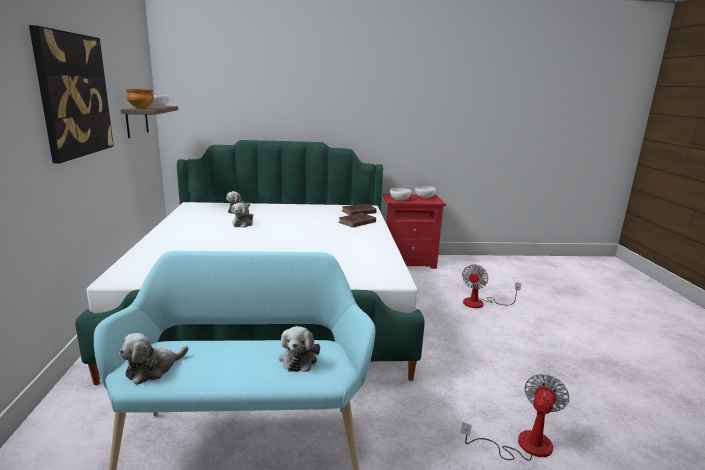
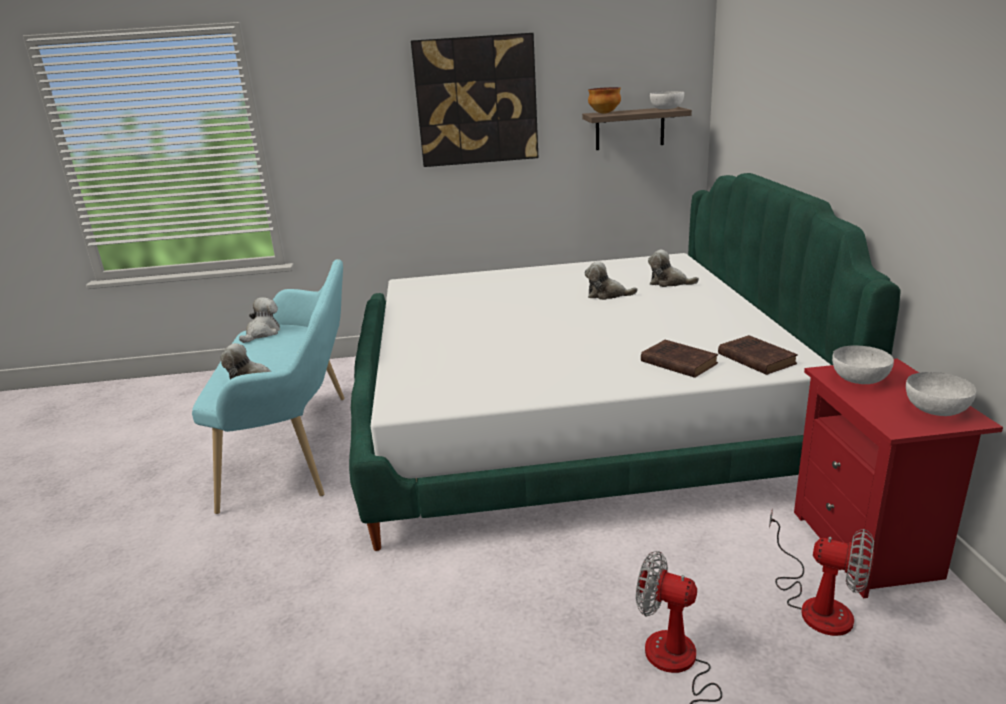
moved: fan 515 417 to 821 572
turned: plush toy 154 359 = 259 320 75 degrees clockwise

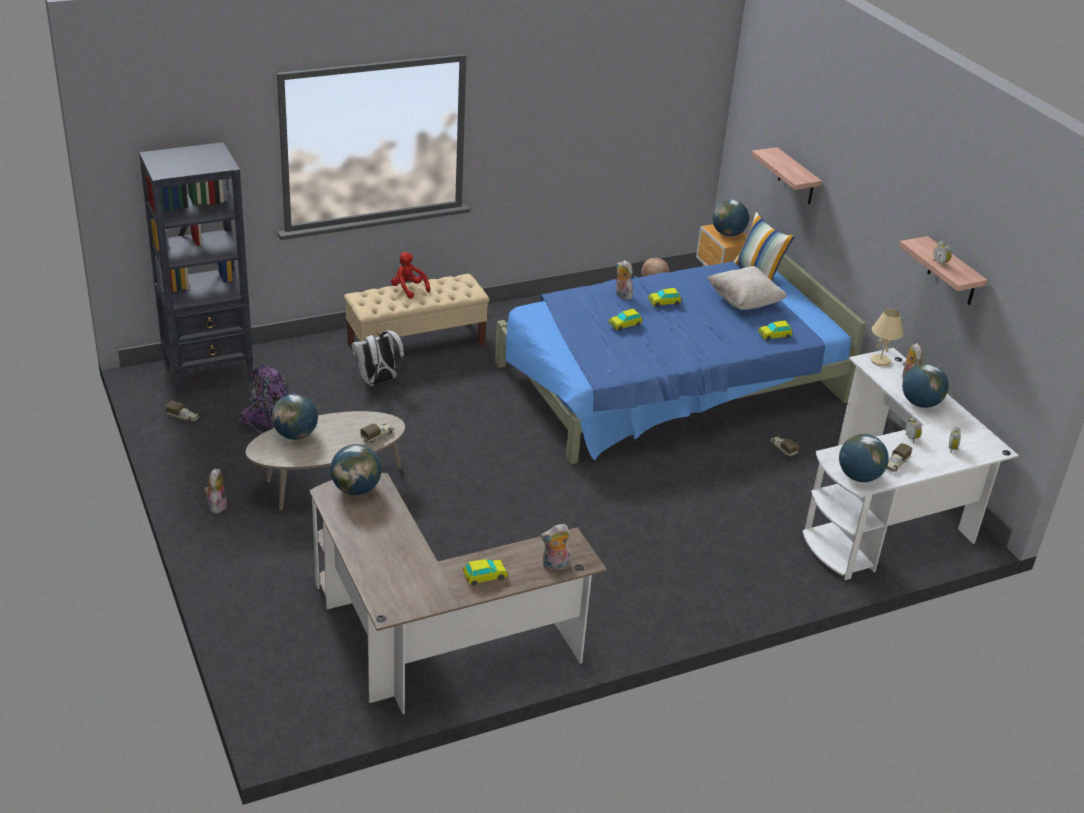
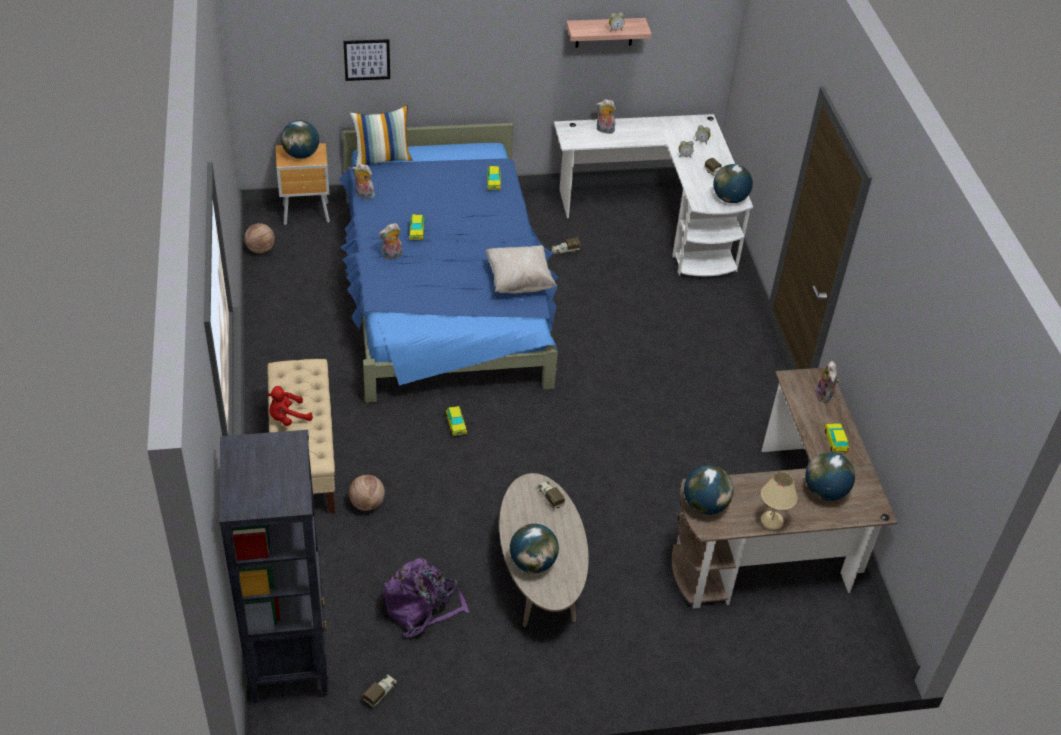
moved: plush toy 216 491 to 363 181; toy car 625 320 to 456 421; beige pillow 747 288 to 521 269; beige table lamp 887 337 to 779 501; globe 925 385 to 830 476
replaced: white backpack 378 358 to basketball 367 493; shelf 786 176 to picture 366 60

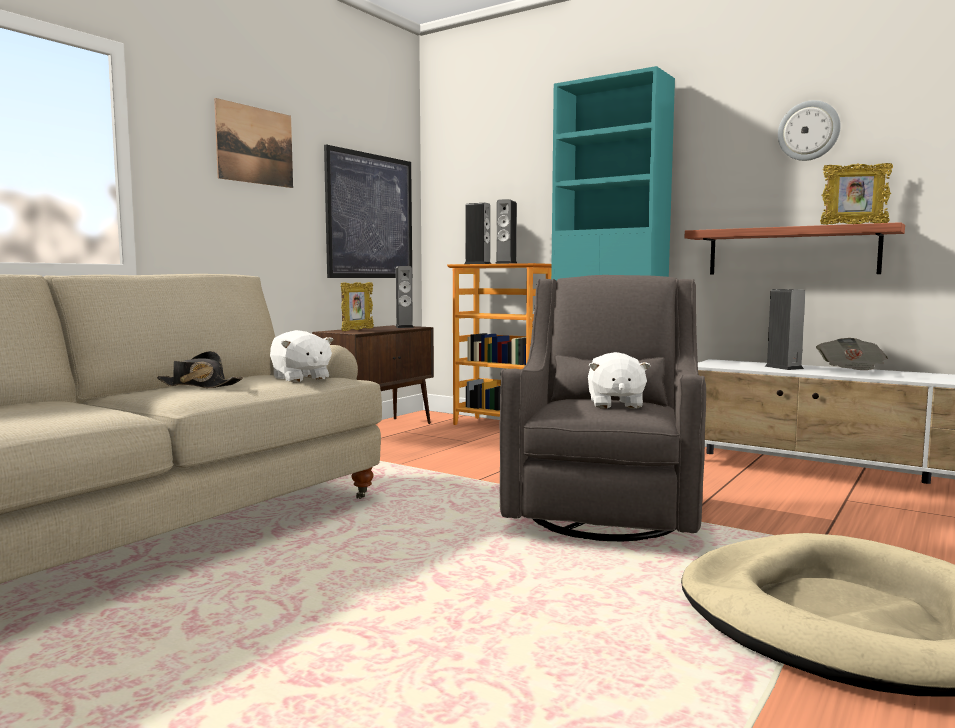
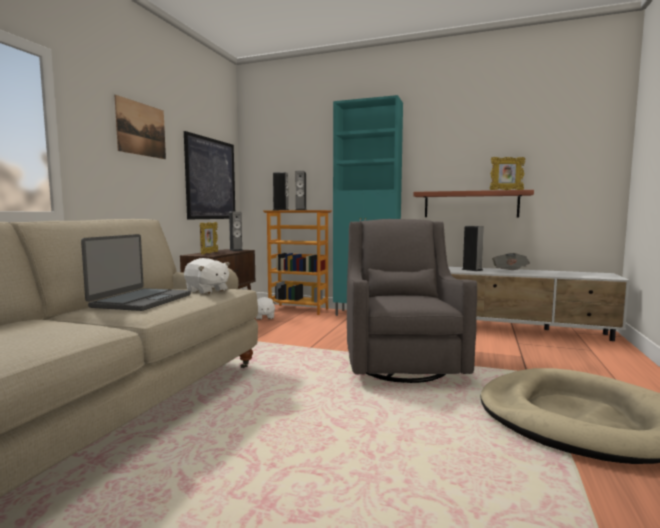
removed: wall clock 809 130
moved: white plush toy 619 380 to 266 308
replaced: black hat 200 369 to laptop 136 272

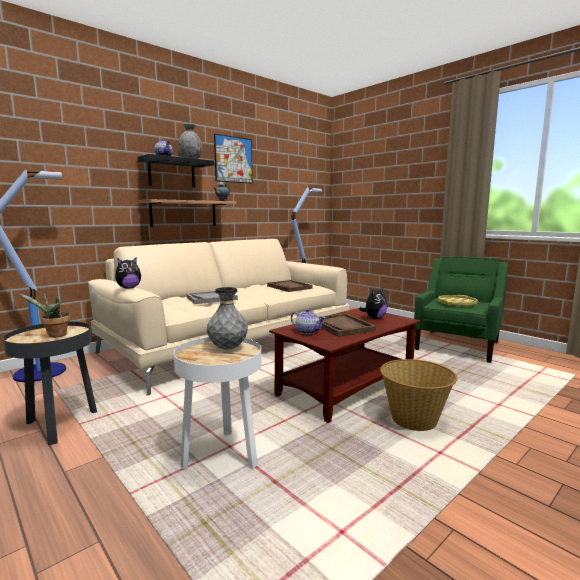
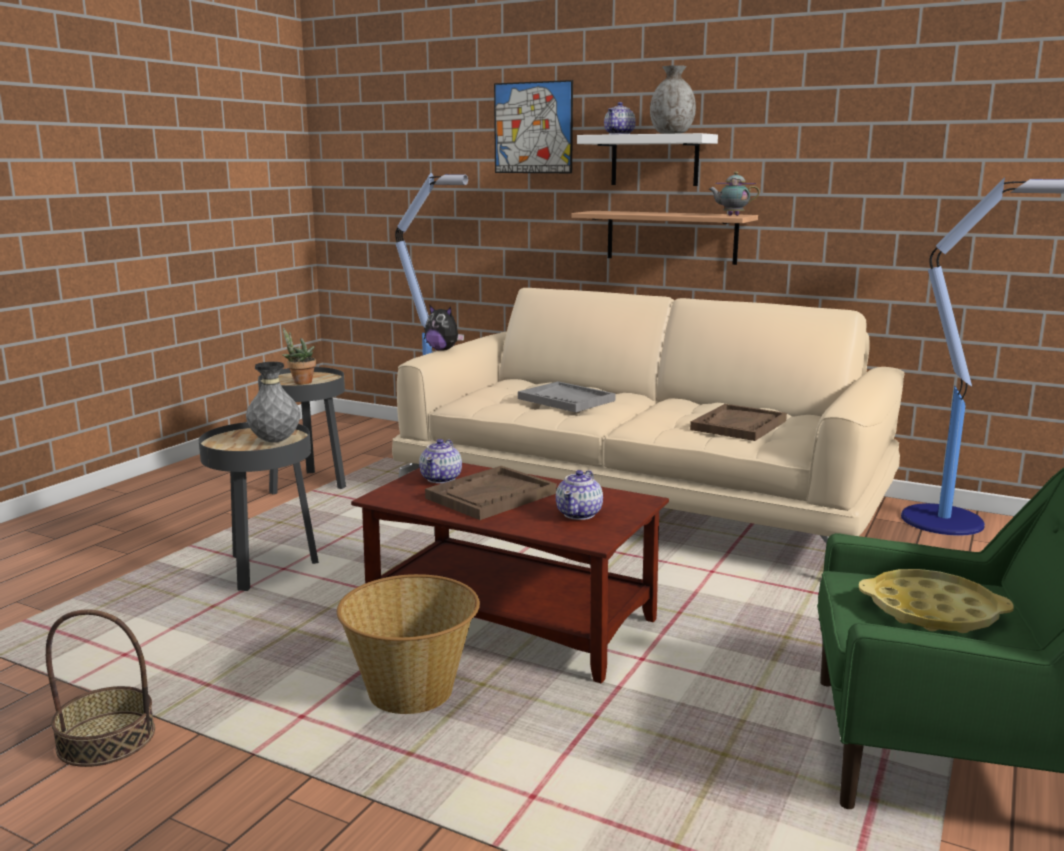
added: basket 100 688
moved: picture 233 159 to 533 126
replaced: plush toy 373 303 to teapot 579 495
recoloured: black shelf 175 171 to white shelf 647 159; white side table 217 403 to black side table 258 506

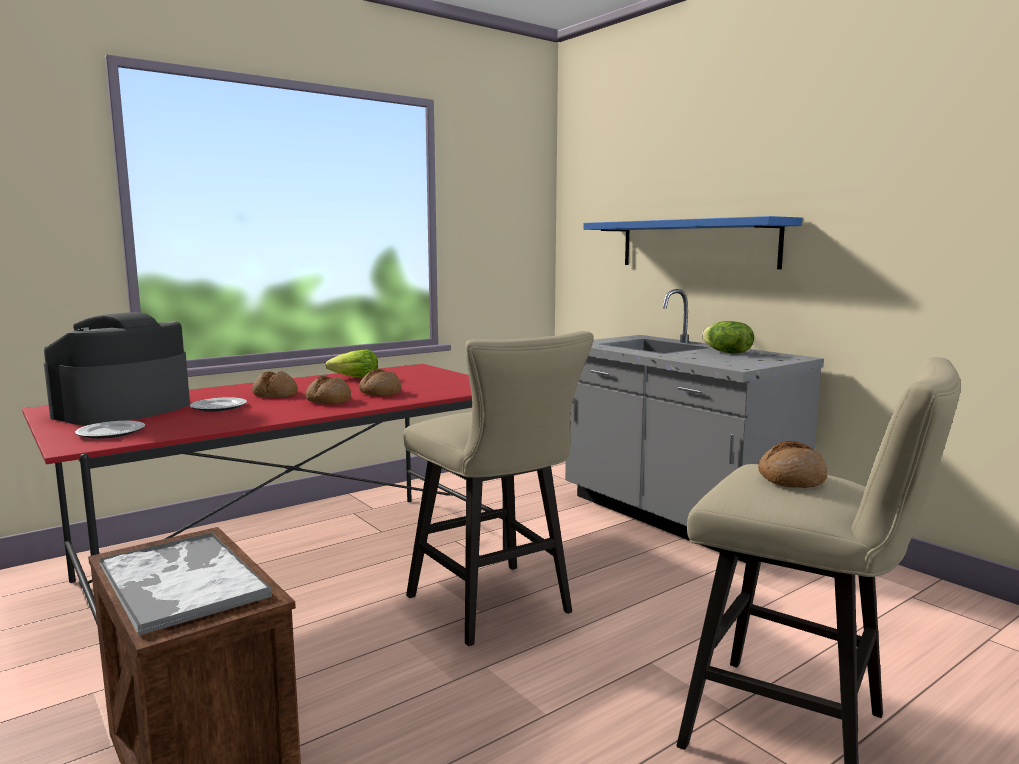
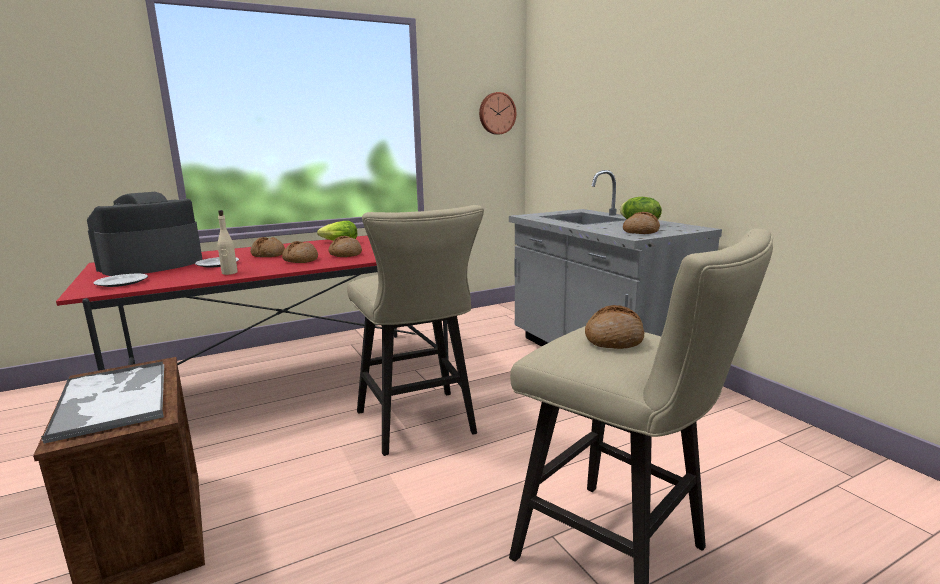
removed: blue shelf 692 242
added: beige bottle 228 242; wall clock 497 113; bread 641 223

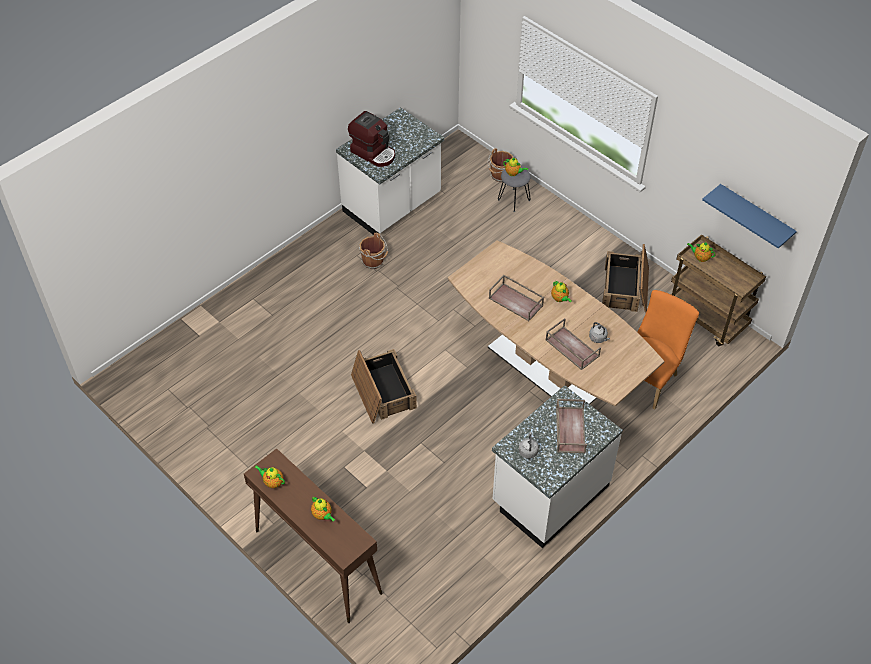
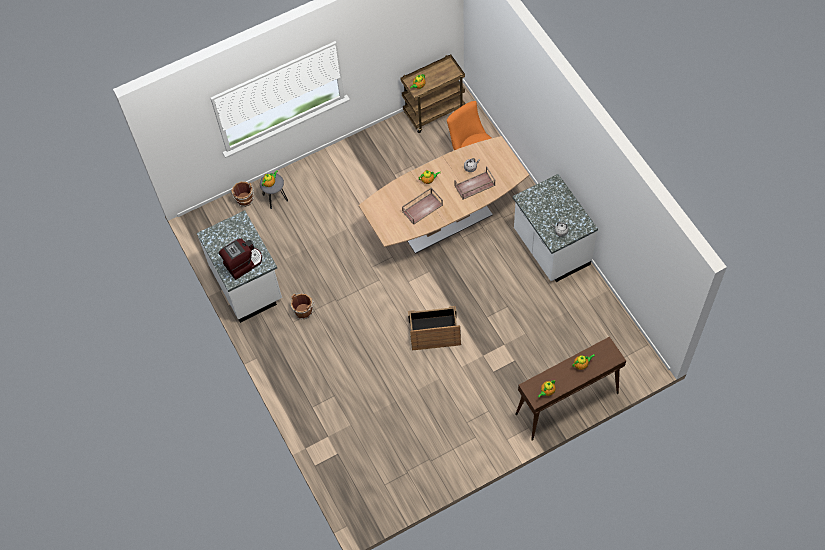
removed: brown tray 571 426; crate 625 278; blue shelf 749 216

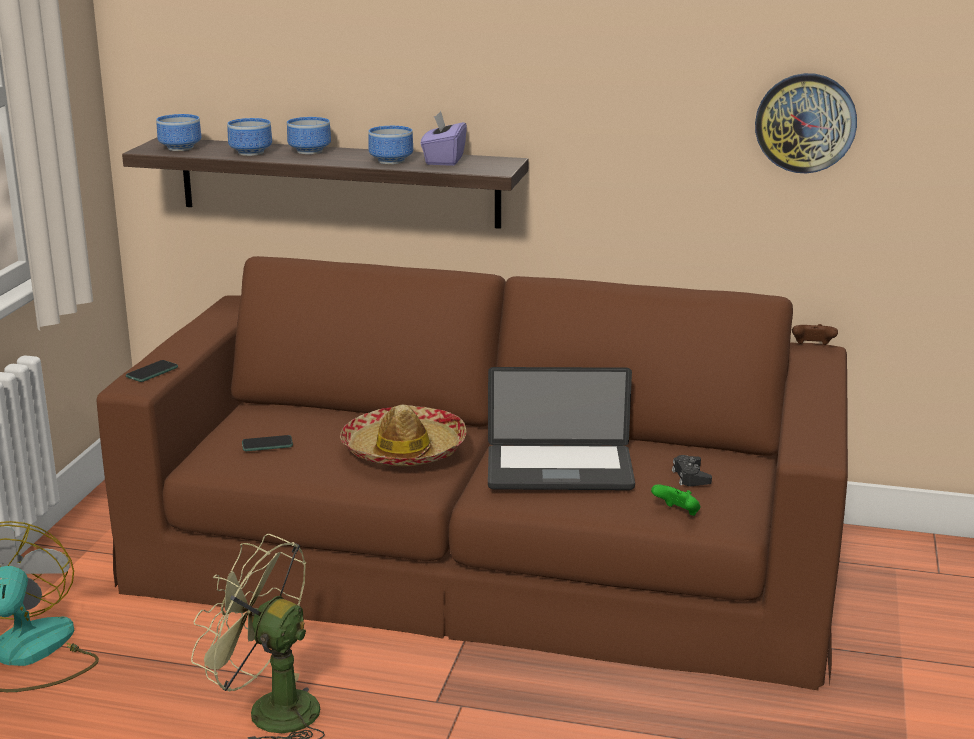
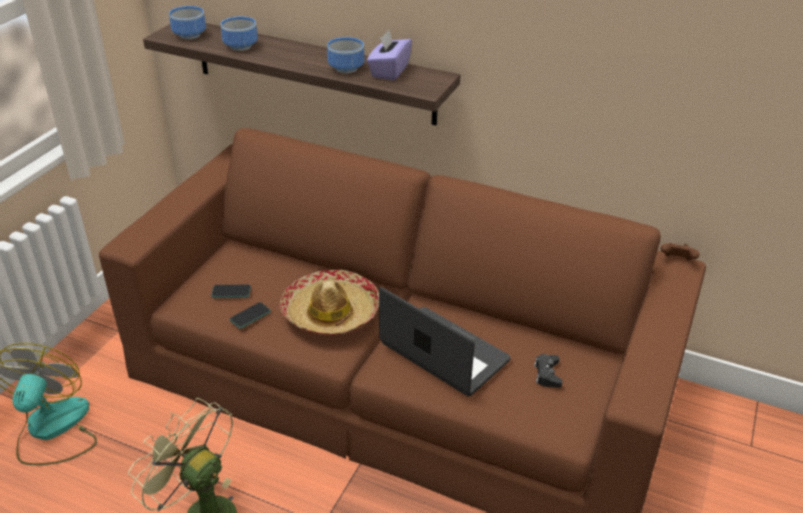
removed: bowl 309 135; green game controller 675 500; wall clock 806 123
moved: phone 152 371 to 250 315
turned: laptop 561 428 = 445 341 150 degrees counterclockwise

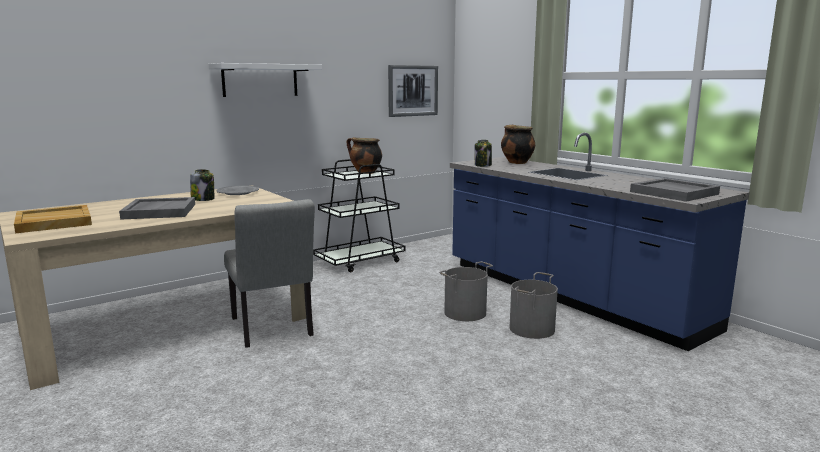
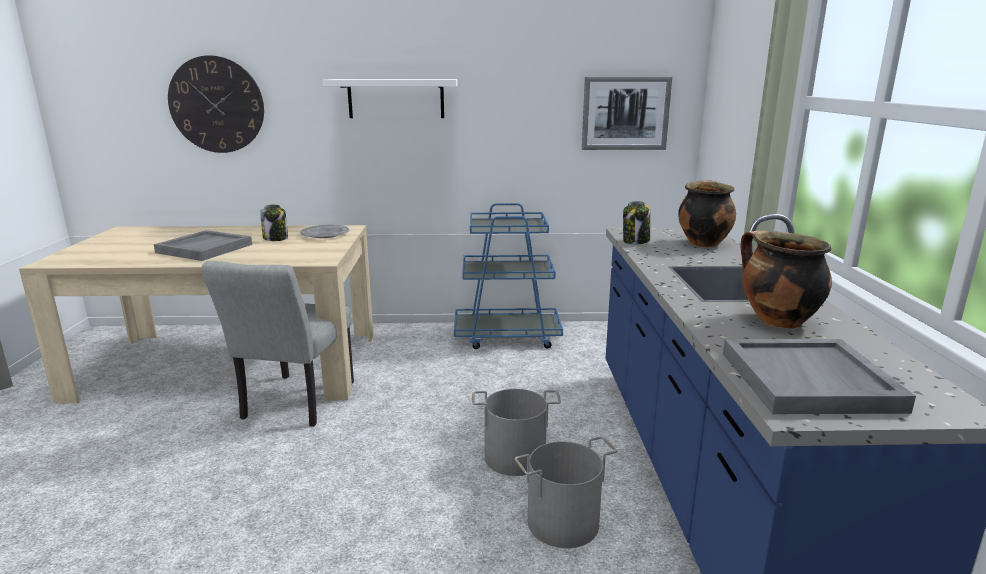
removed: beige tray 53 219
added: wall clock 216 104
moved: cooking pot 364 155 to 786 279
recoloured: black cart 359 216 to blue cart 508 276

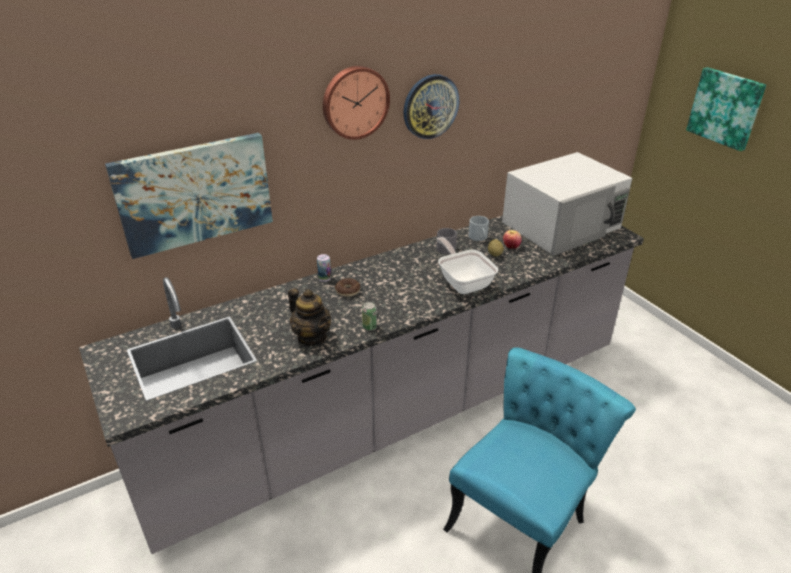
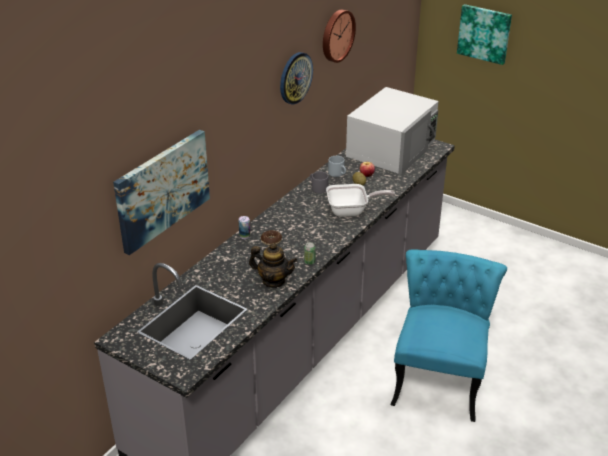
moved: wall clock 356 103 to 339 36
turned: frying pan 467 265 = 360 200 135 degrees clockwise

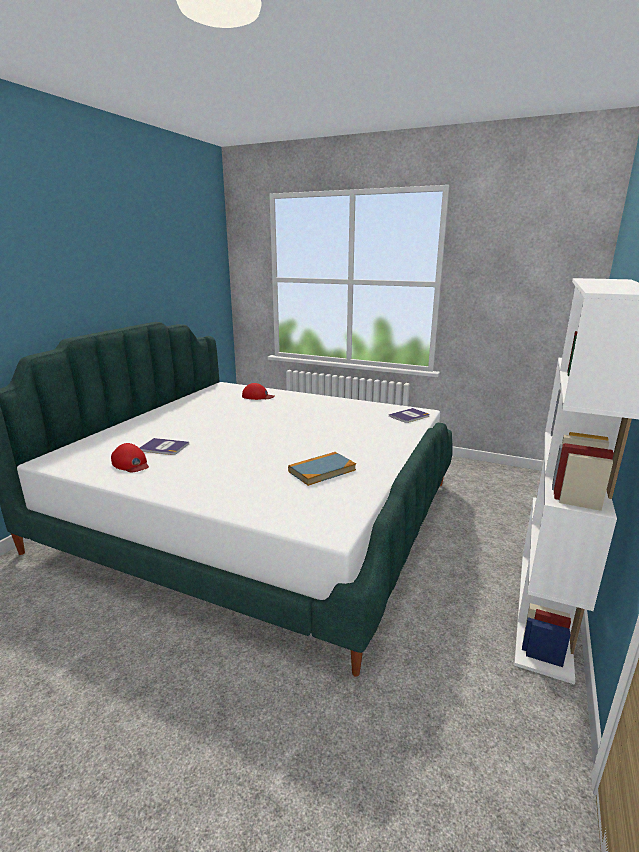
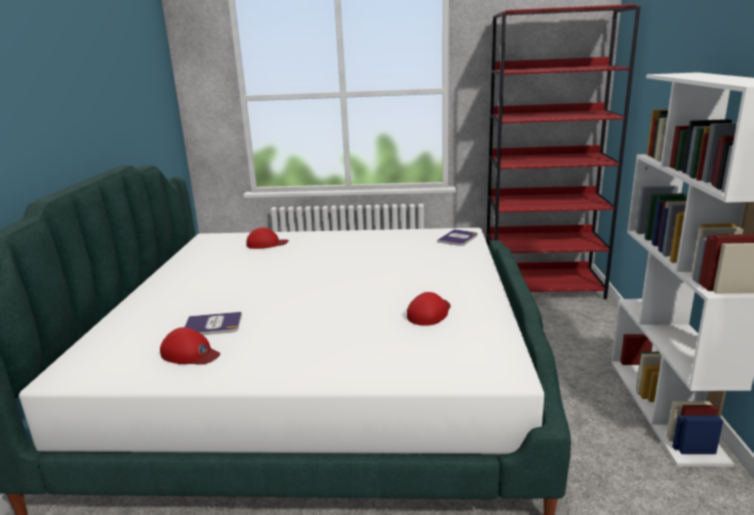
added: red bookcase 563 151
replaced: book 322 469 to red cap 429 309

